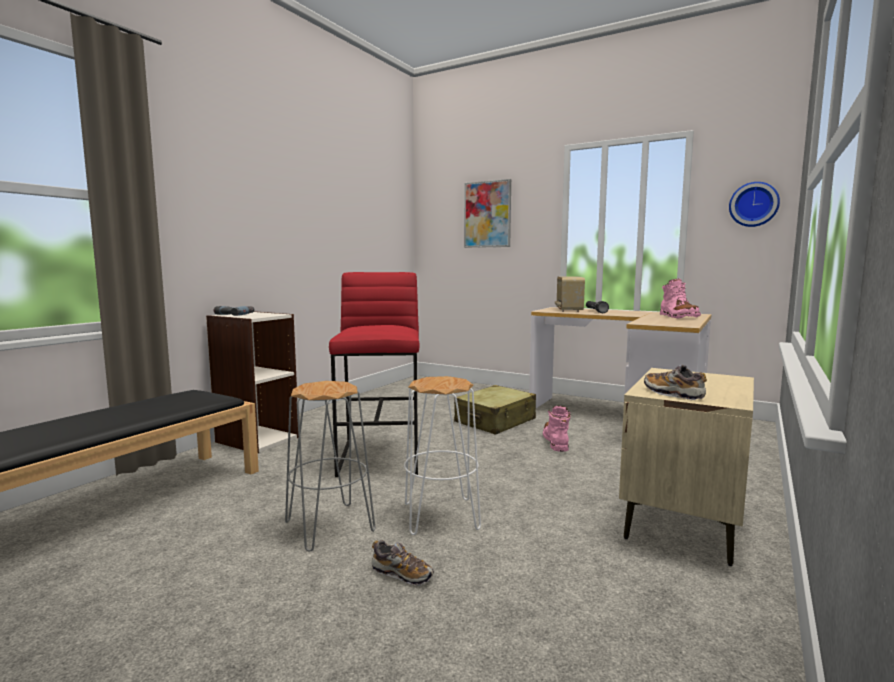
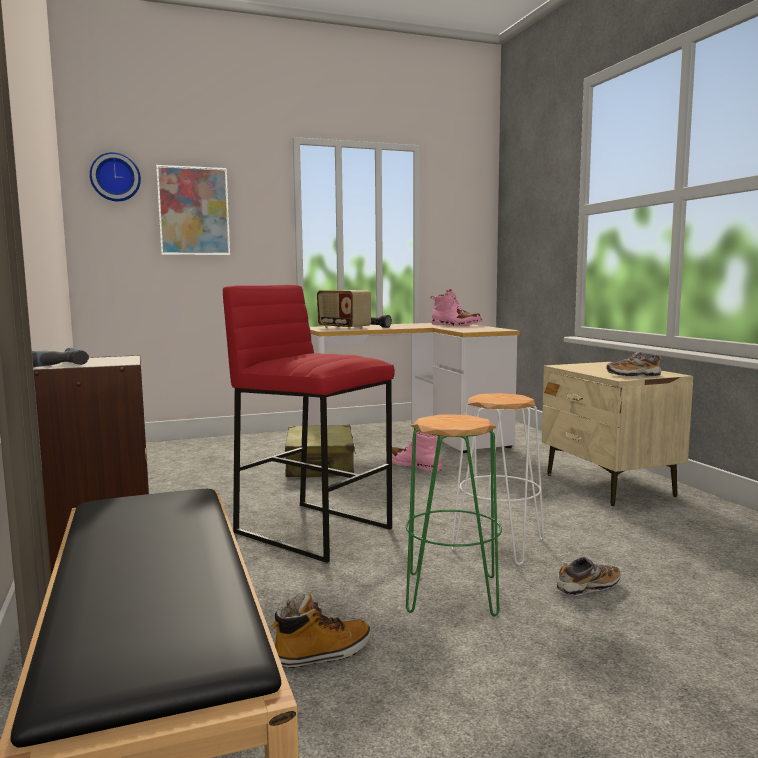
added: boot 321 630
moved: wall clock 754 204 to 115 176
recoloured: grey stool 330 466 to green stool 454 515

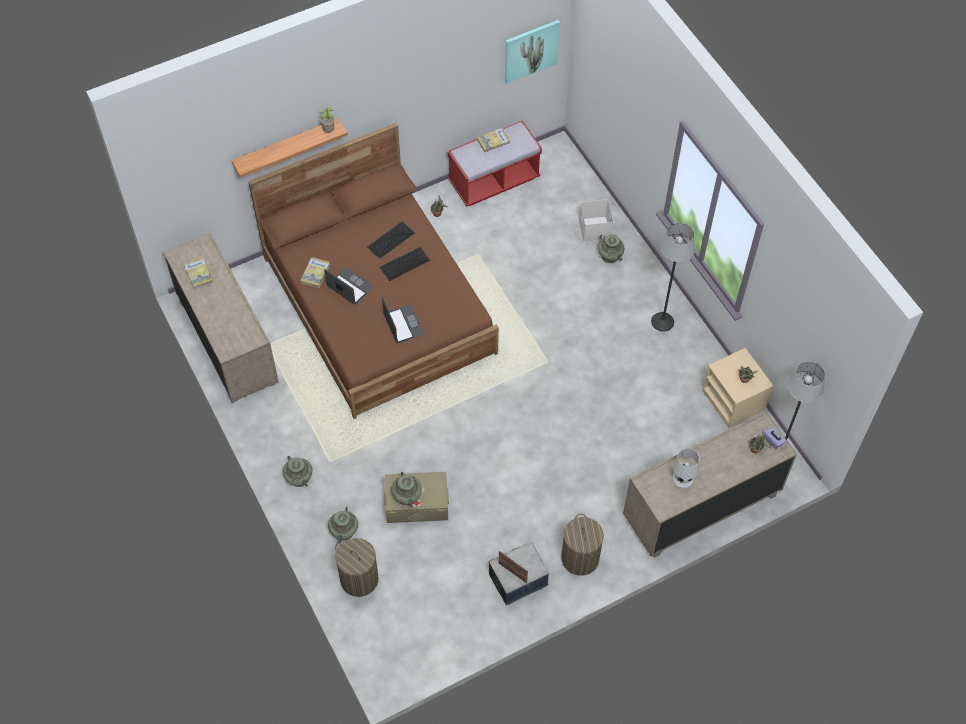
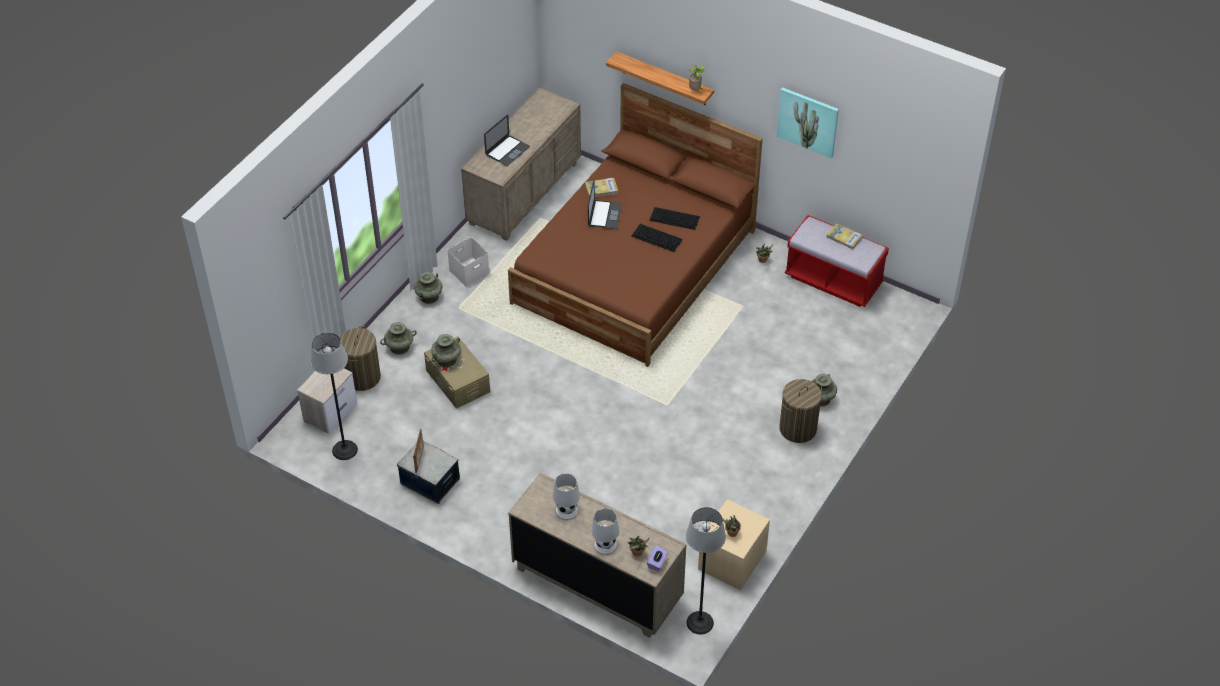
removed: book 198 273
added: nightstand 327 401; white table lamp 605 531
moved: laptop 403 320 to 507 140; picture 532 52 to 807 122; laundry basket 582 545 to 800 411; white storage box 596 220 to 468 262; floor lamp 673 277 to 334 396

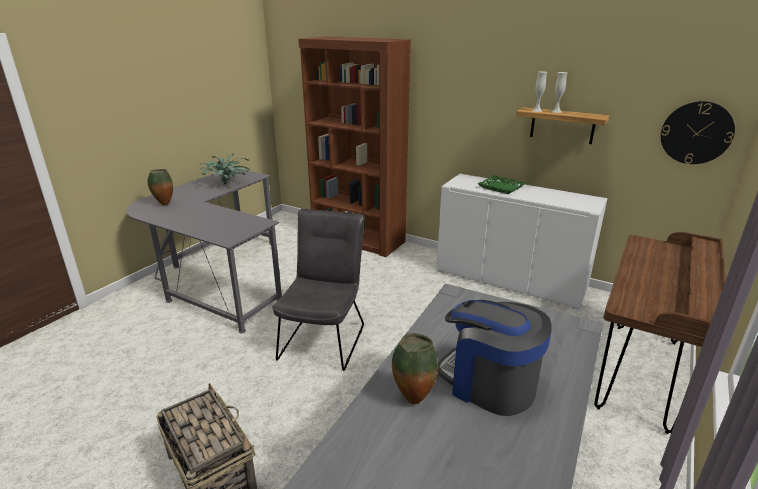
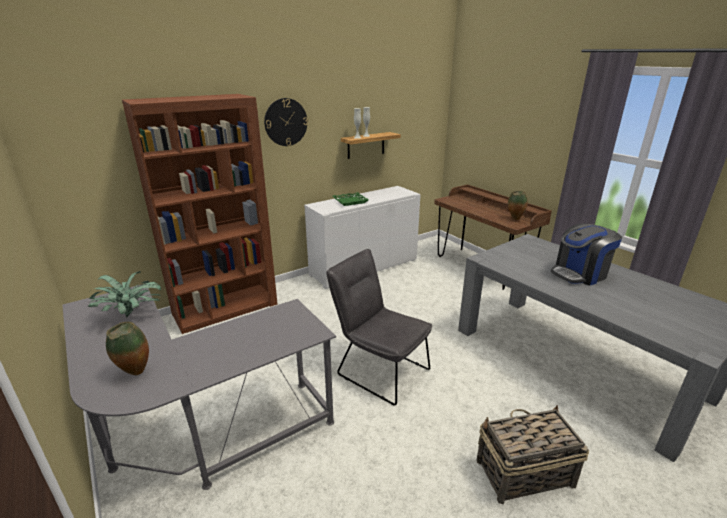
moved: vase 415 368 to 518 205; wall clock 698 132 to 286 122

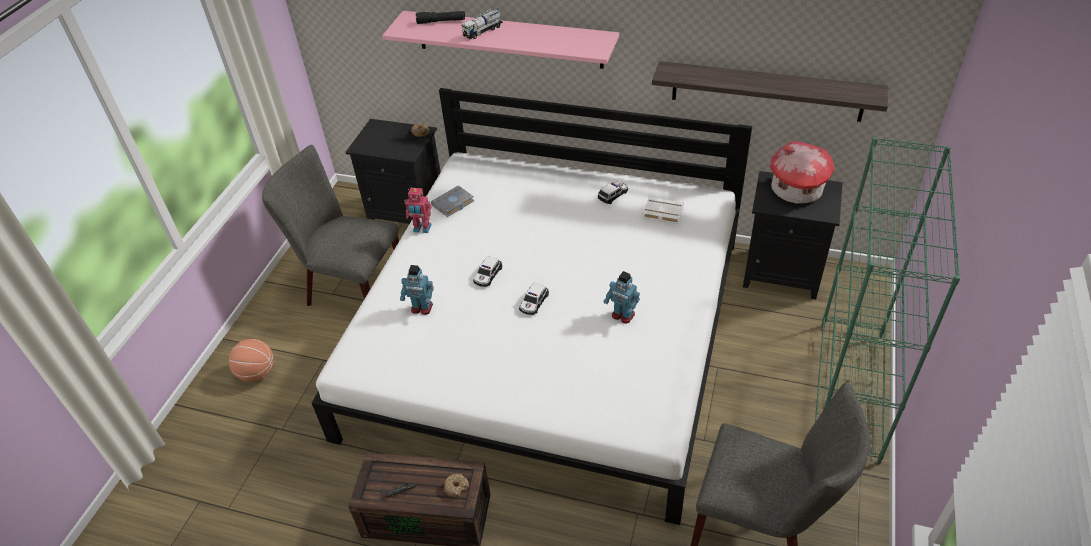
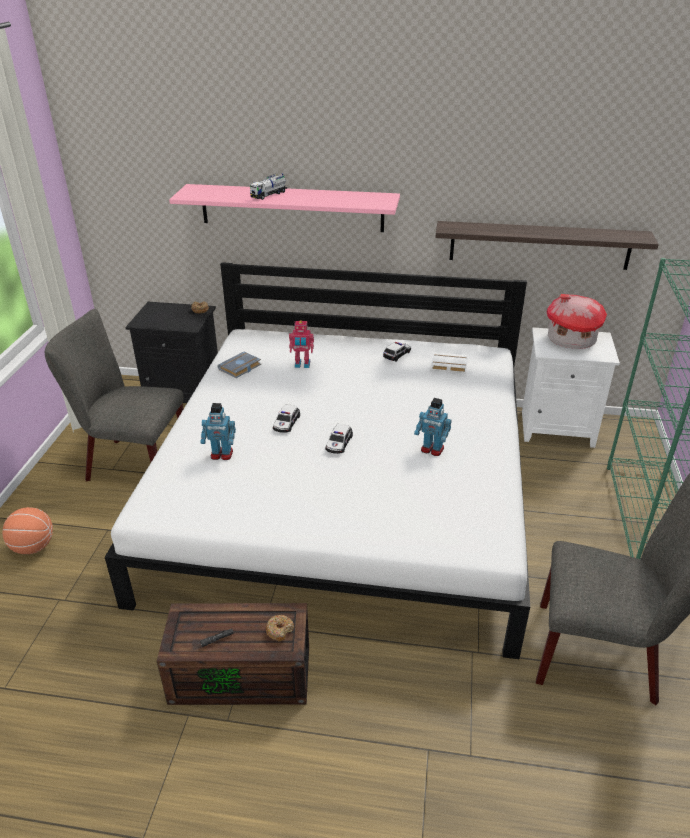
removed: black flashlight 440 17
moved: toy robot 418 210 to 301 344
recoloured: black nightstand 793 235 to white nightstand 571 387

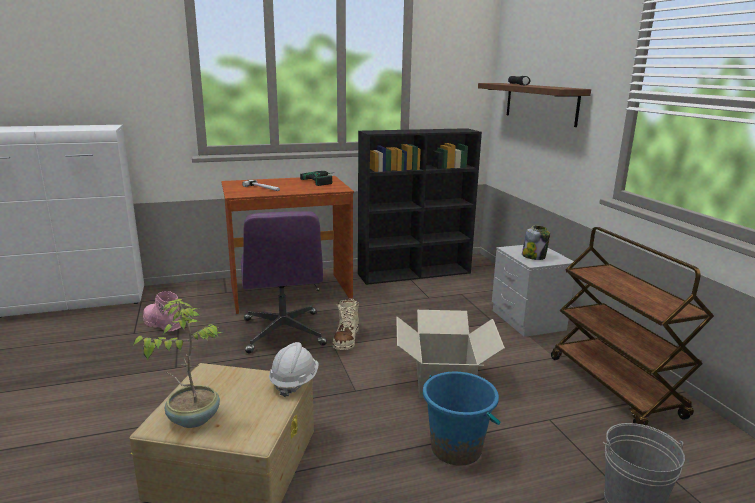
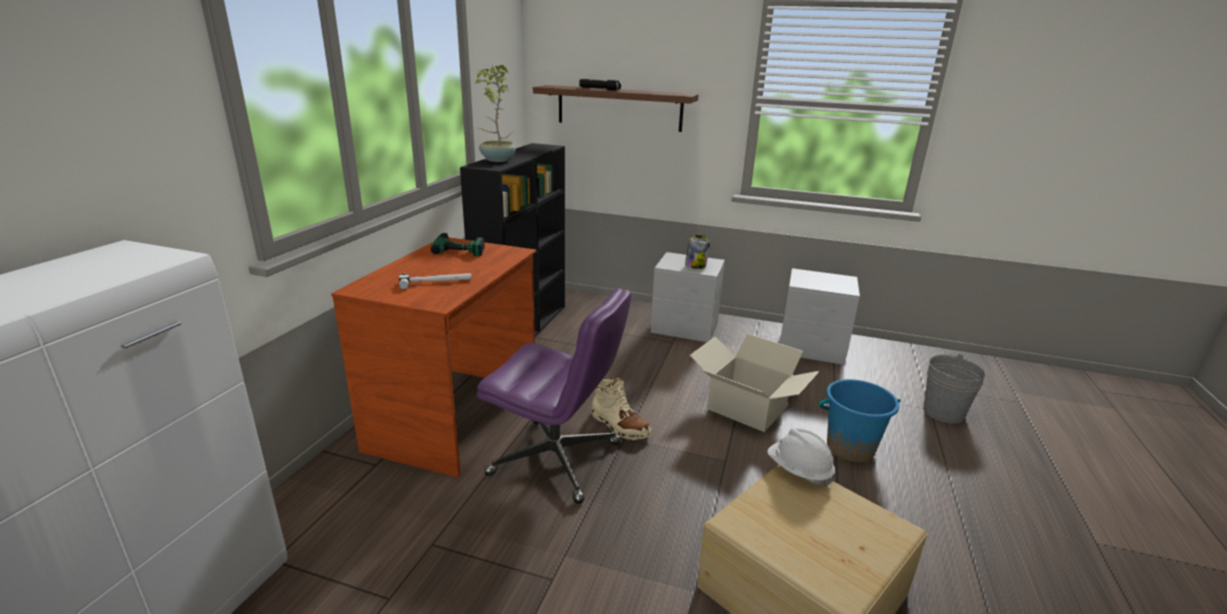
removed: pink boot 162 311
moved: potted plant 178 363 to 496 113
replaced: brown cart 632 326 to grey nightstand 820 316

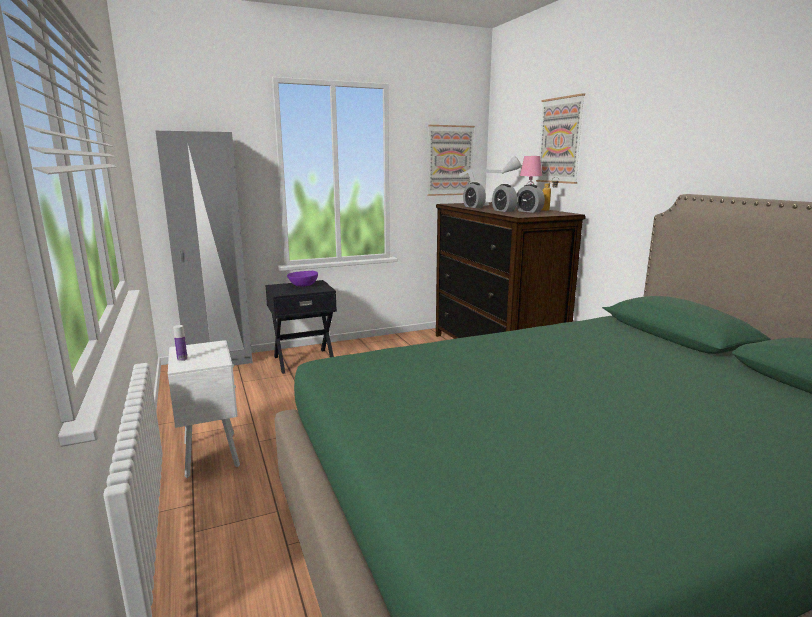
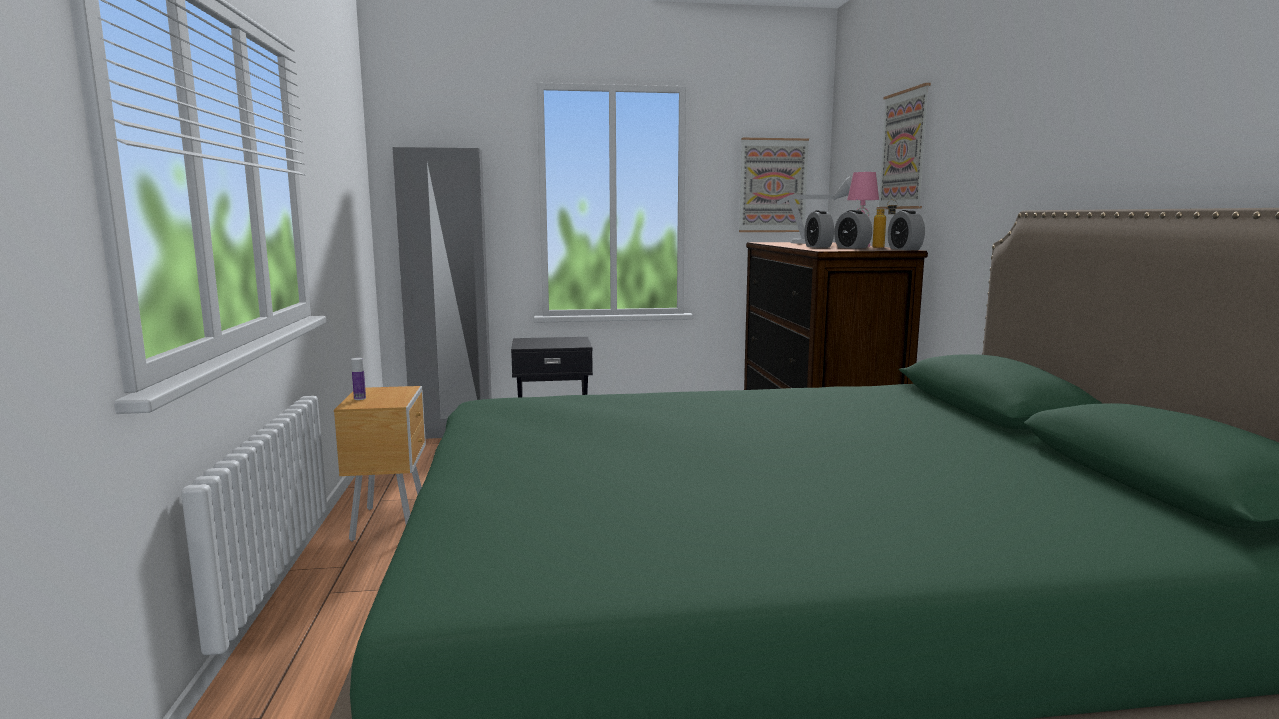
removed: purple bowl 302 278
moved: alarm clock 474 195 to 906 230
recoloured: white nightstand 204 409 to brown nightstand 380 464

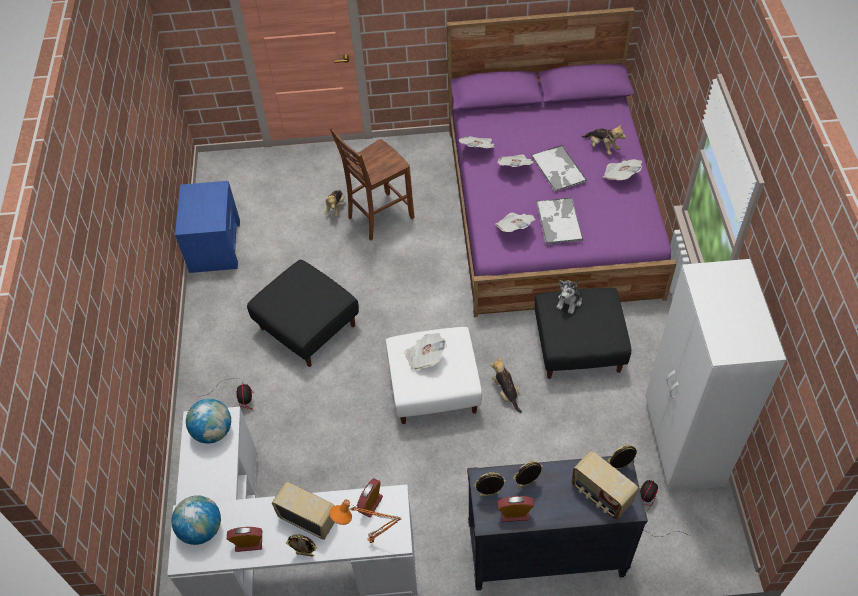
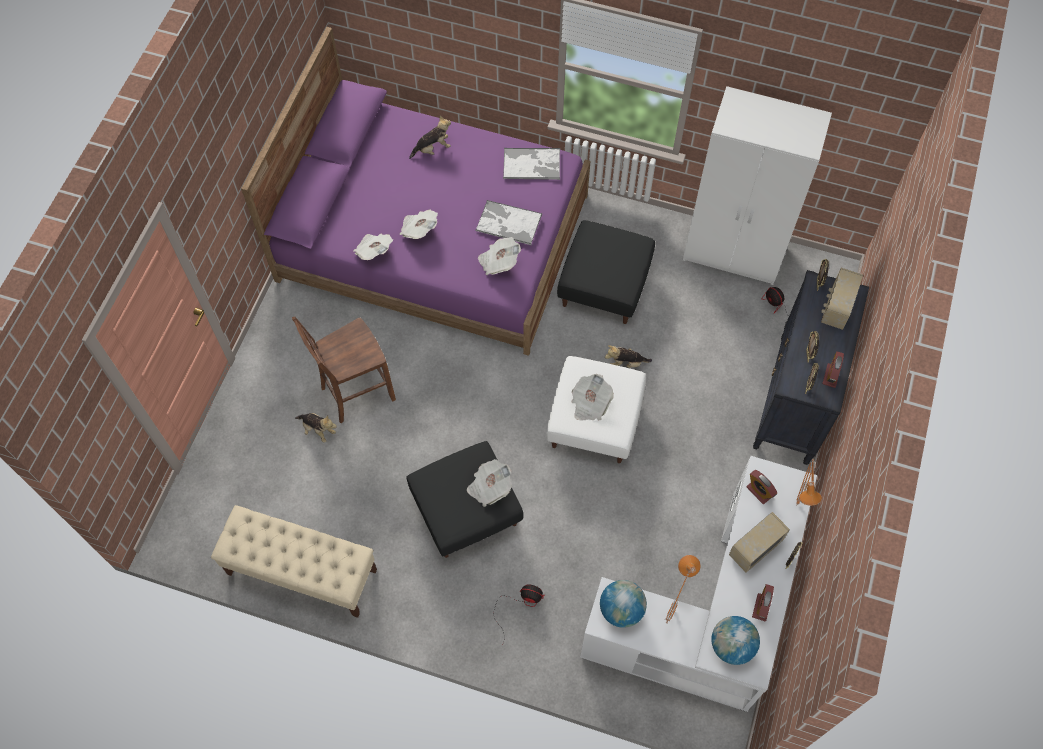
removed: plush toy 569 296
added: orange table lamp 683 589
moved: tray 559 168 to 531 164; newspaper 622 169 to 489 483
replaced: blue nightstand 207 227 to beige bench 294 561
turned: brown chair 371 183 = 344 369 75 degrees clockwise; radio 605 485 = 842 299 135 degrees clockwise

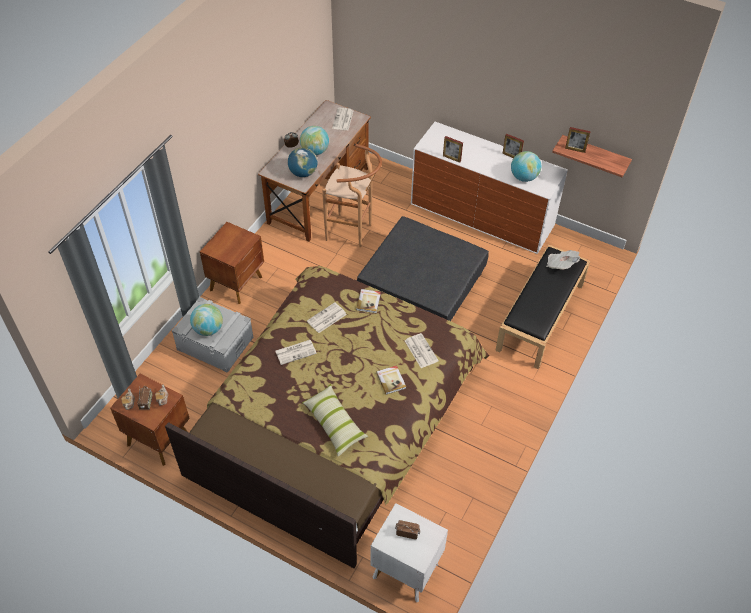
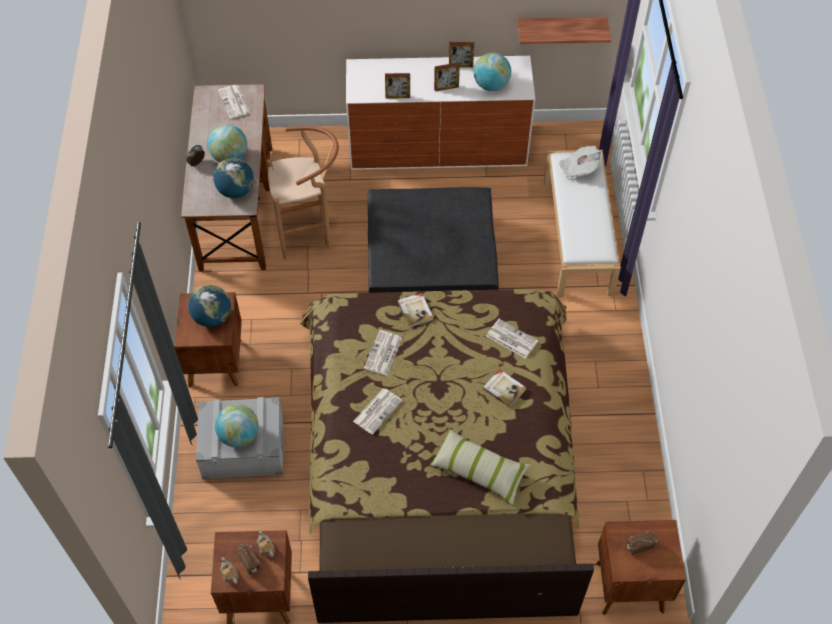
added: globe 209 306
moved: picture frame 578 140 to 447 77
recoloured: white nightstand 409 552 to brown nightstand 641 567; black bench 542 307 to white bench 582 223

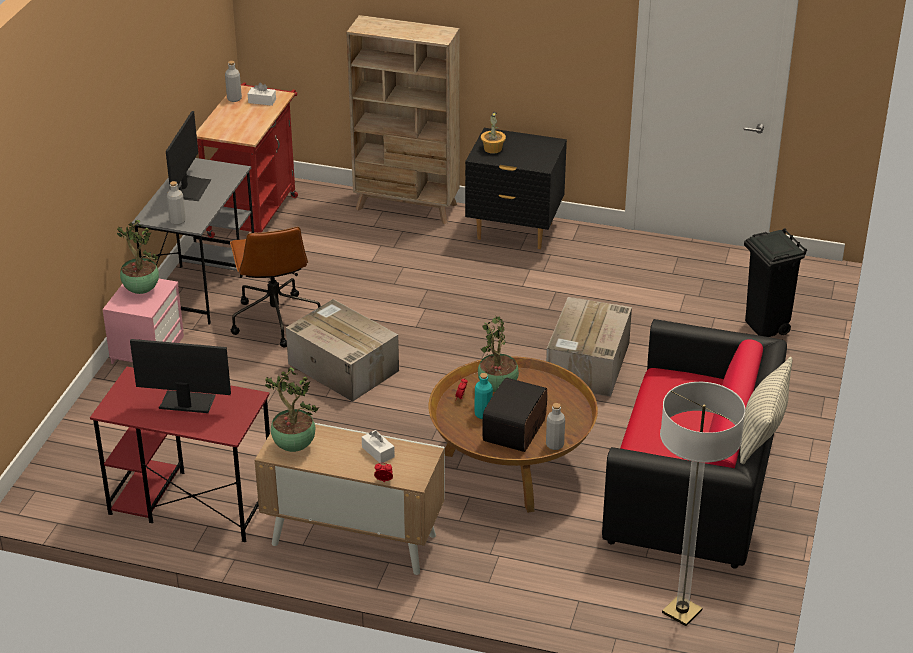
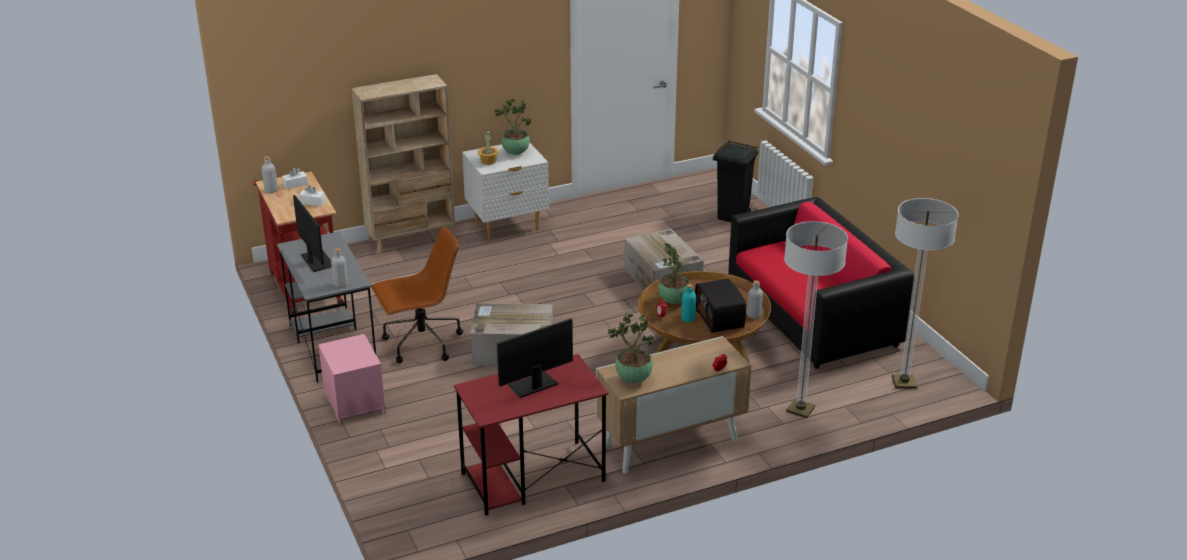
removed: pillow 766 410
added: floor lamp 816 319
moved: potted plant 138 257 to 513 126; white tissue box 378 447 to 312 195
recoloured: black nightstand 516 188 to white nightstand 505 191
turned: brown office chair 275 287 = 417 294 60 degrees counterclockwise

